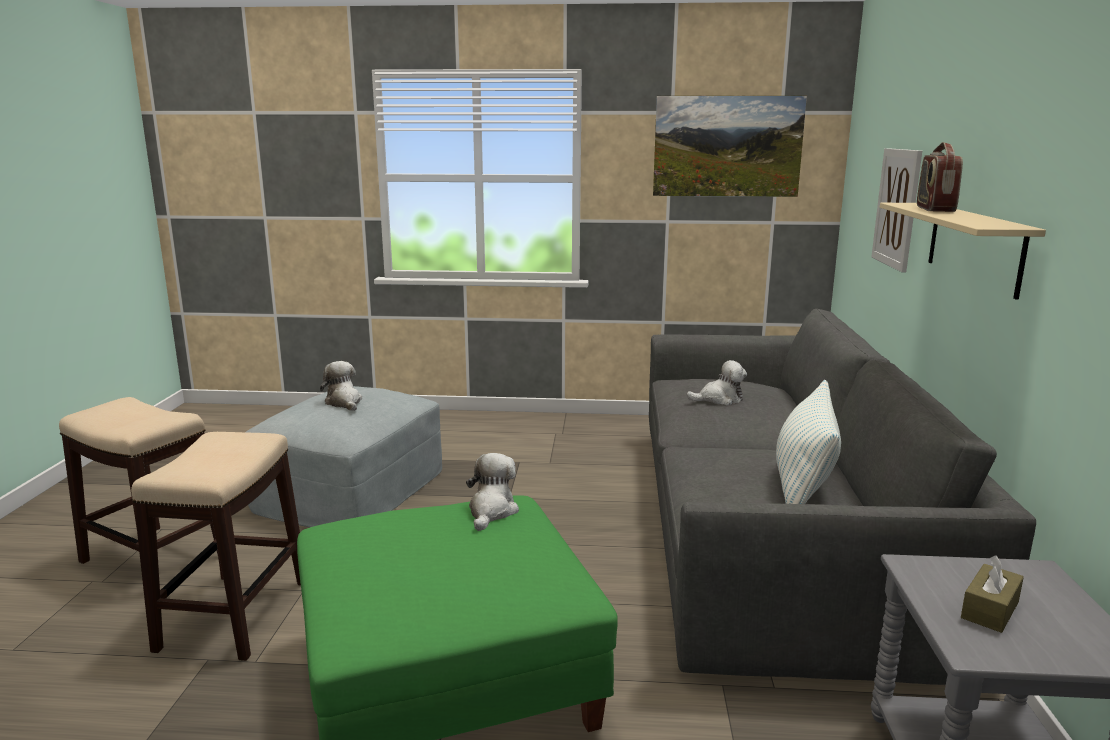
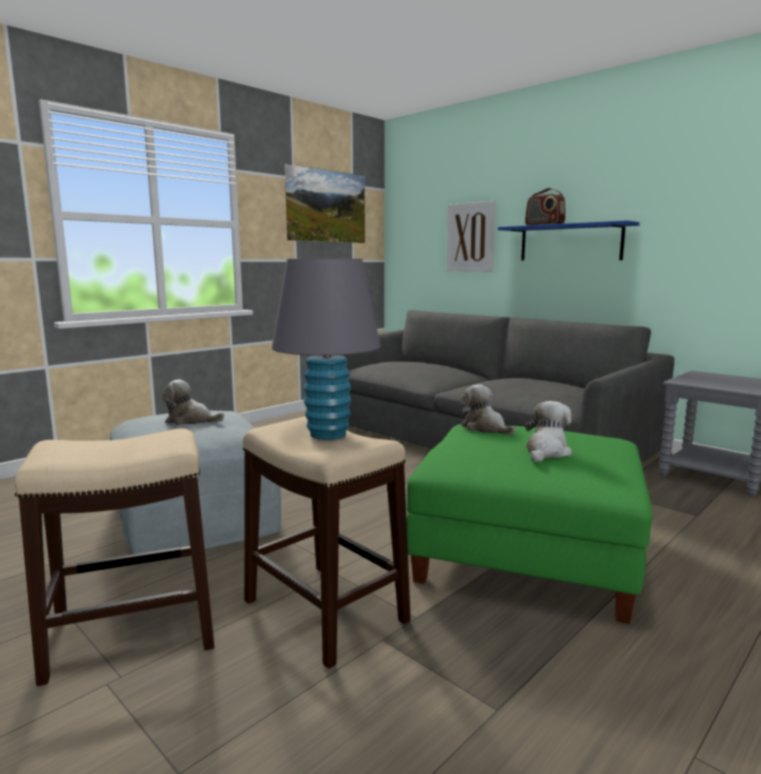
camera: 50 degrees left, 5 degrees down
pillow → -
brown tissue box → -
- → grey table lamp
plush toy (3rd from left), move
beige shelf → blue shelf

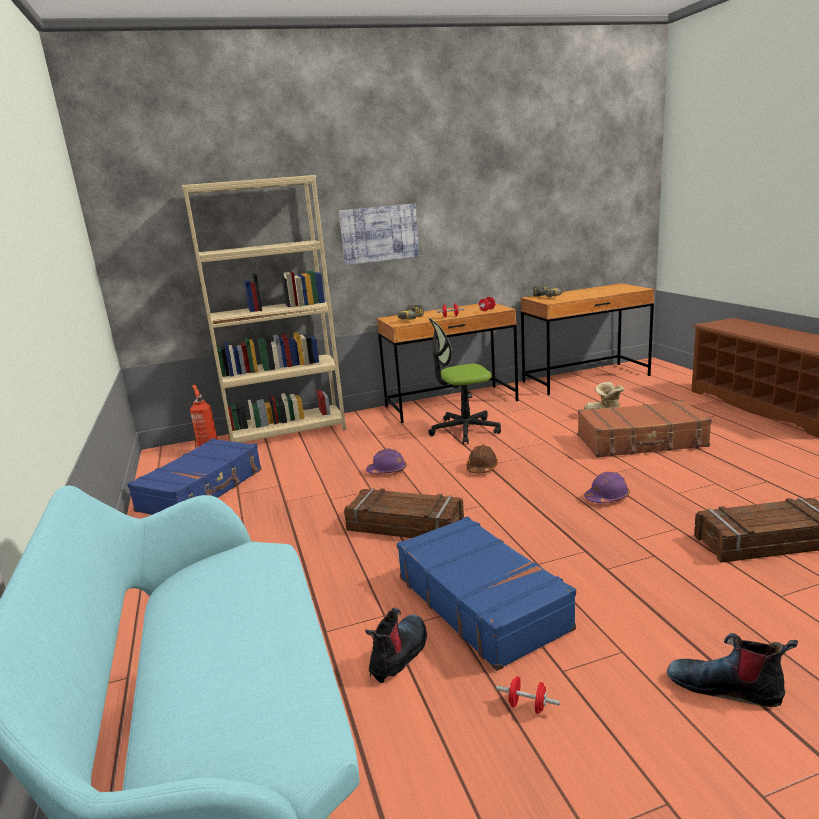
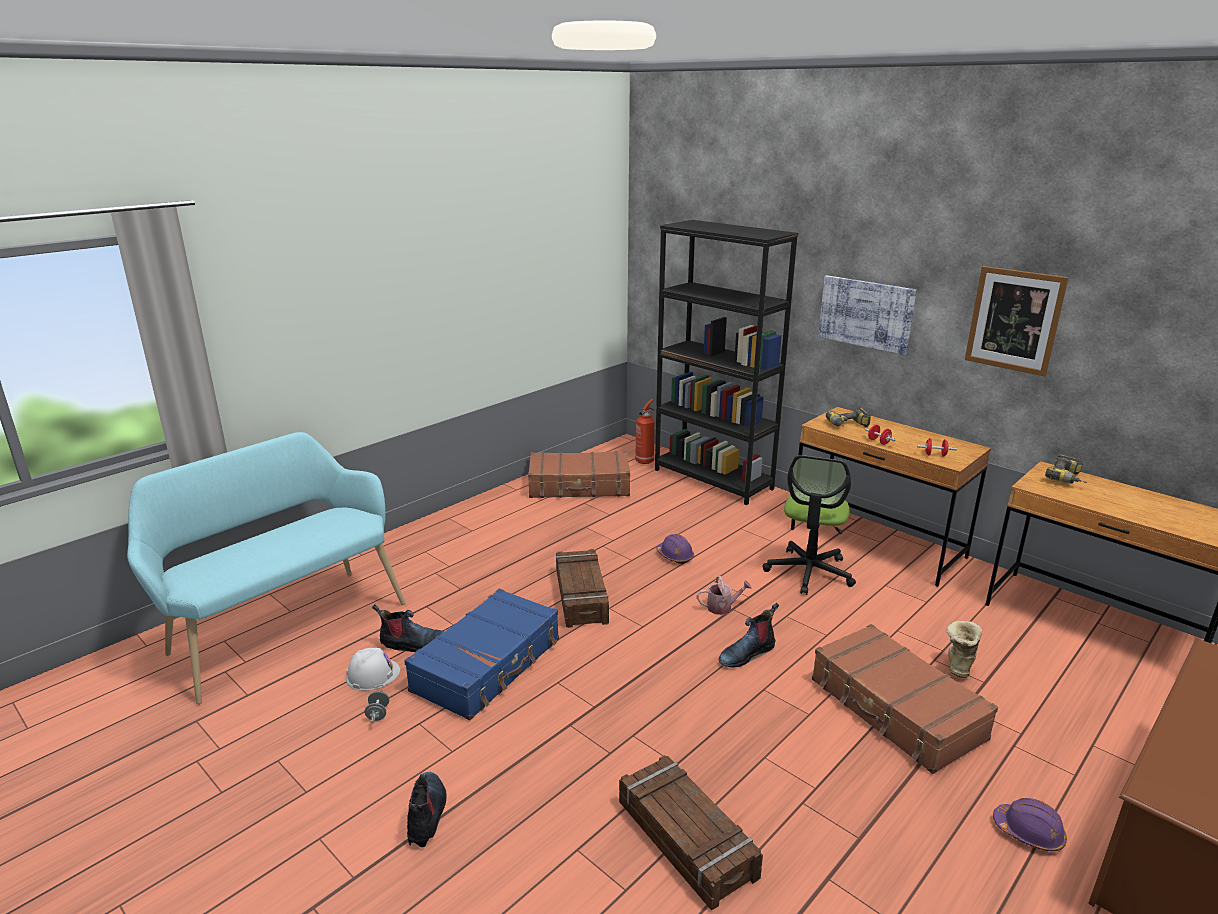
camera: 60 degrees right, 5 degrees up
- → white hard hat
- → boot (3rd from left)
- → picture (2nd from left)
purple hard hat (2nd from left), move
brown hard hat → watering can
blue suitcase (1st from left) → brown suitcase (1st from left)
beige bookcase → black bookcase
red dumbbell (3rd from left) → grey dumbbell
office chair, 120 degrees counterclockwise

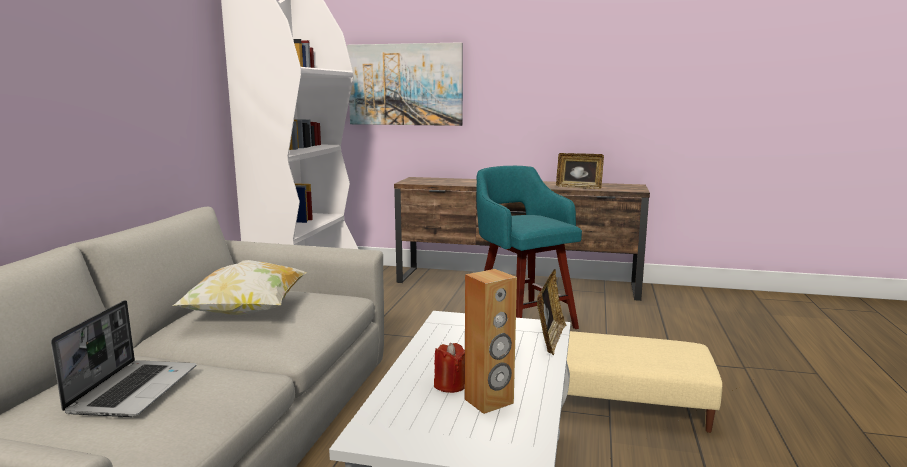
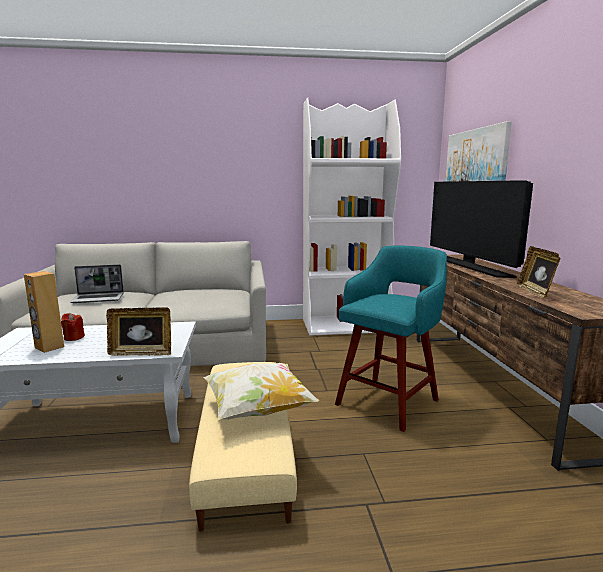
camera: 70 degrees right, 0 degrees up
- → television
pillow, move

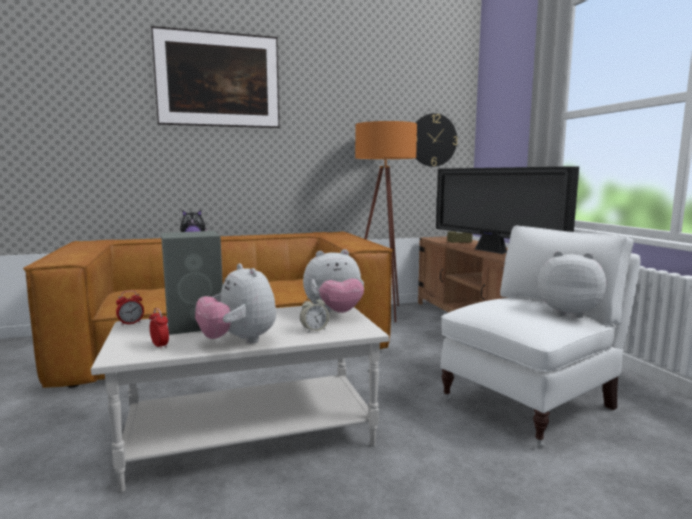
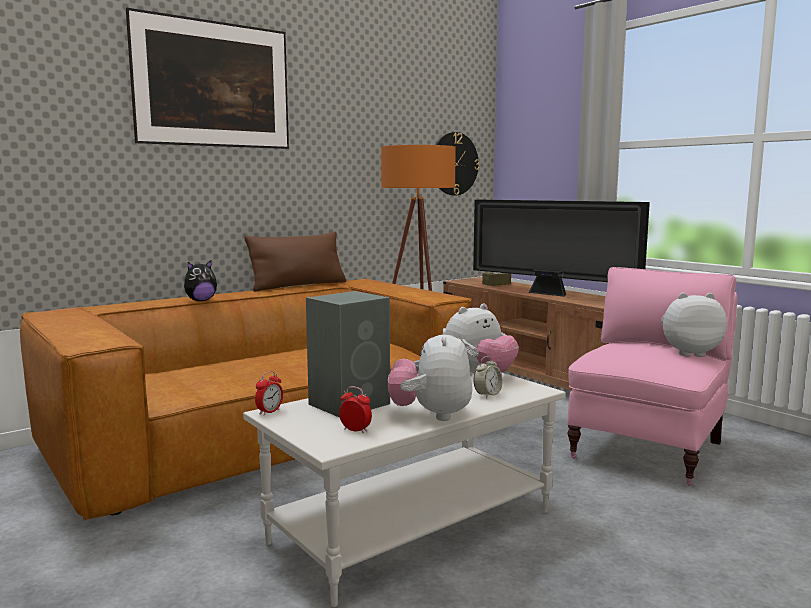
camera: 20 degrees left, 0 degrees up
- → brown pillow
white armchair → pink armchair
plush toy (2nd from left), 60 degrees clockwise

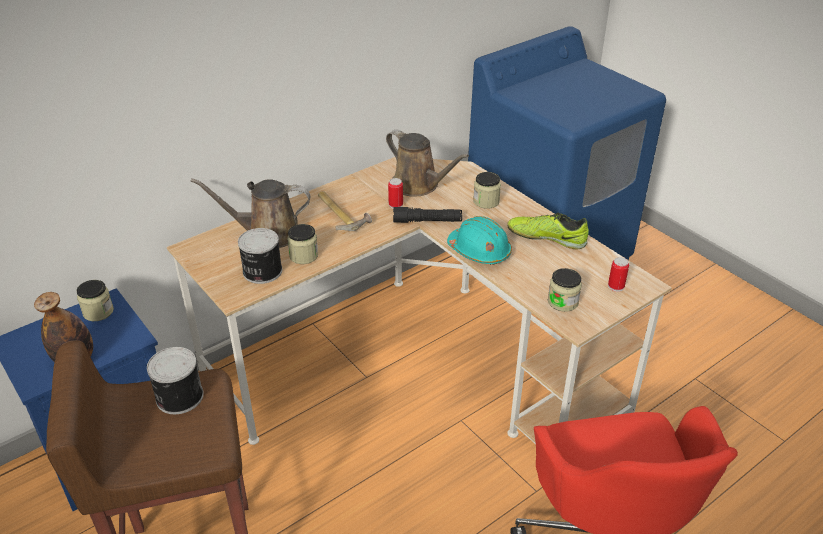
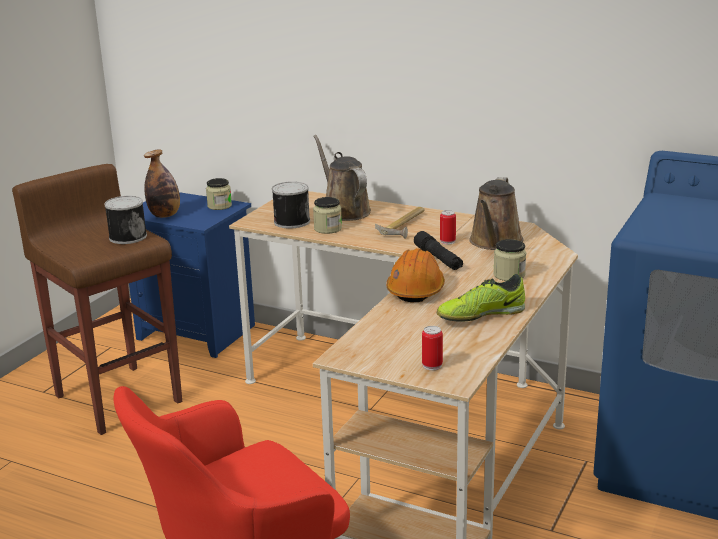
camera: 65 degrees right, 15 degrees down
jar (4th from left) → -
turquoise hard hat → orange hard hat
shoe, 105 degrees counterclockwise

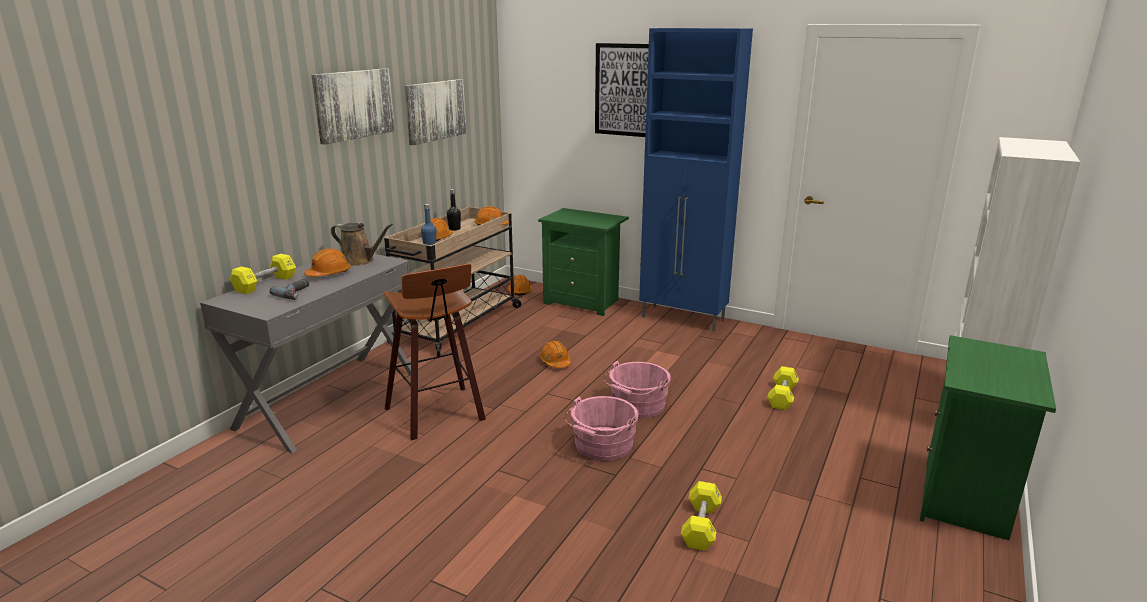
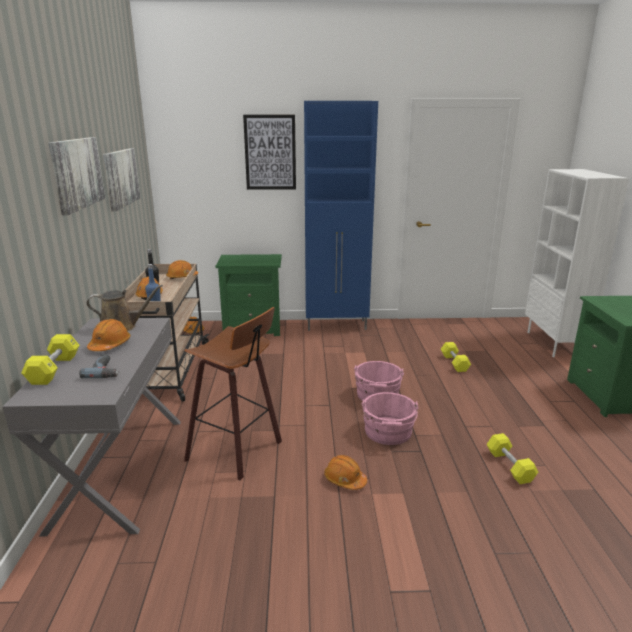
camera: 30 degrees left, 0 degrees up
orange hard hat (5th from left), move

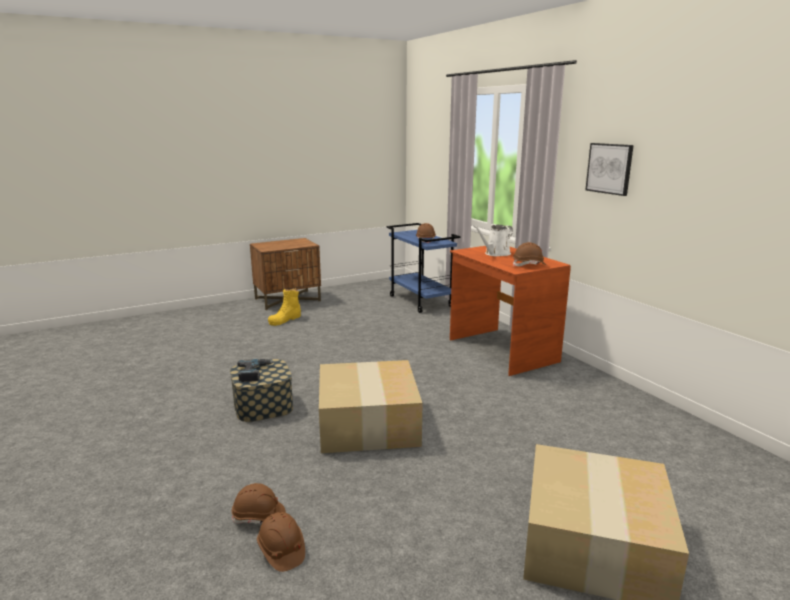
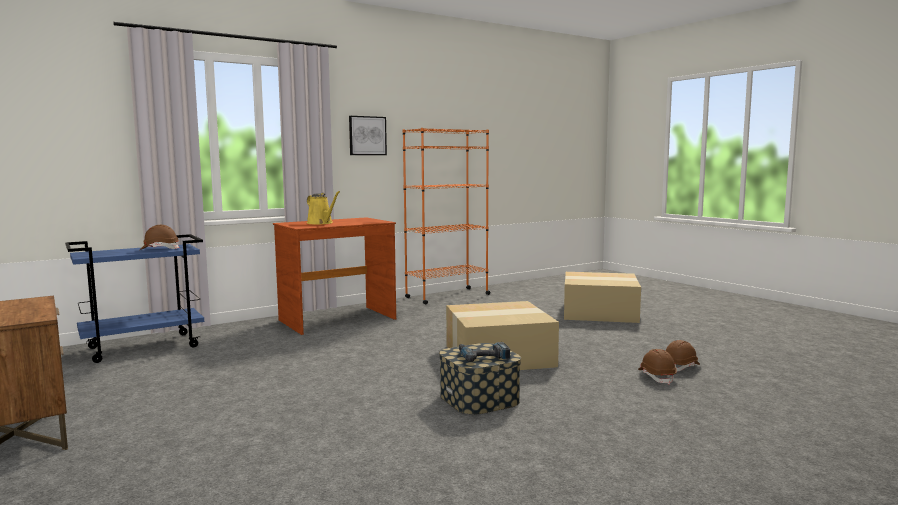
camera: 95 degrees left, 10 degrees down
yellow boot → -
brown hard hat (4th from left) → -
- → orange bookcase
white watering can → yellow watering can

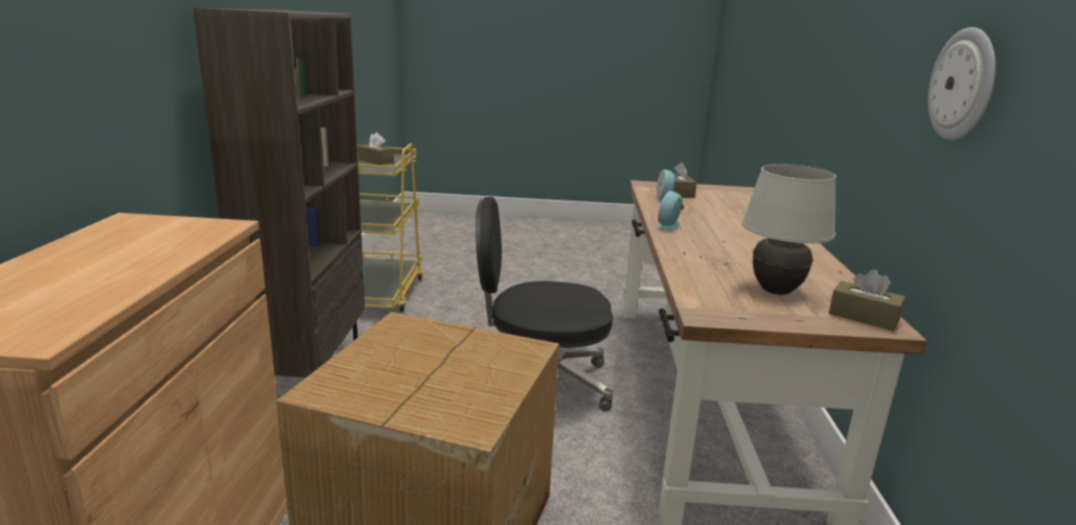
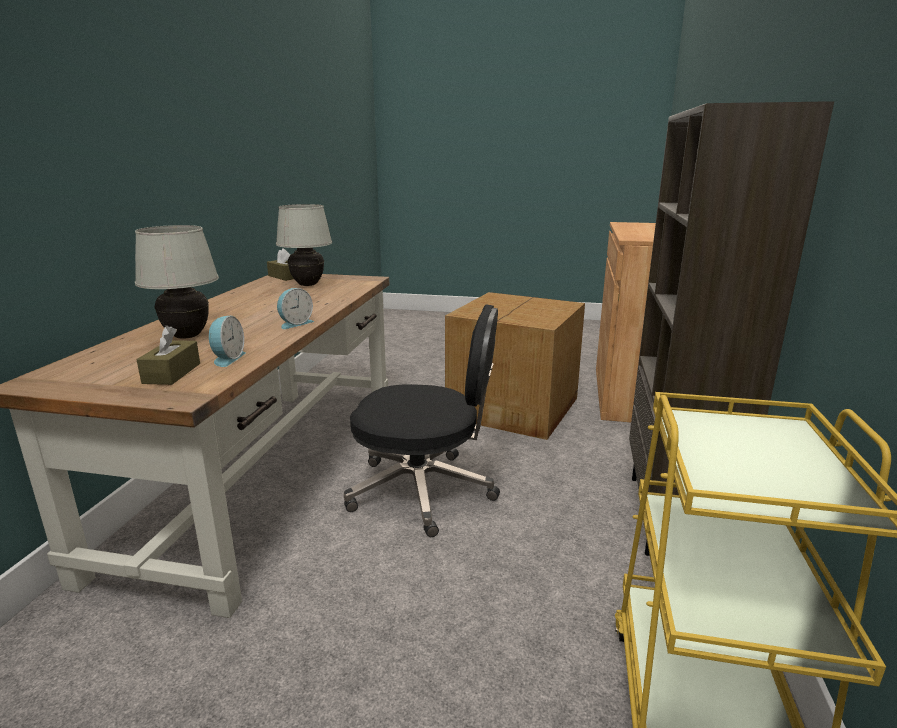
camera: 170 degrees left, 0 degrees up
brown tissue box (1st from left) → -
wall clock → -
- → white table lamp (1st from left)

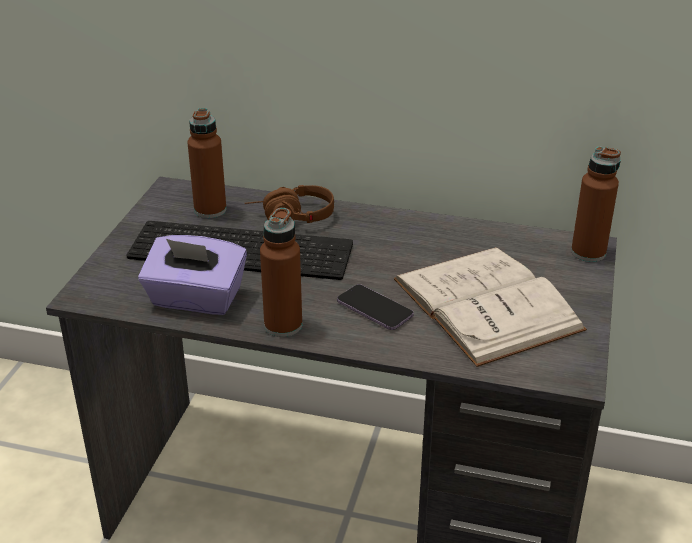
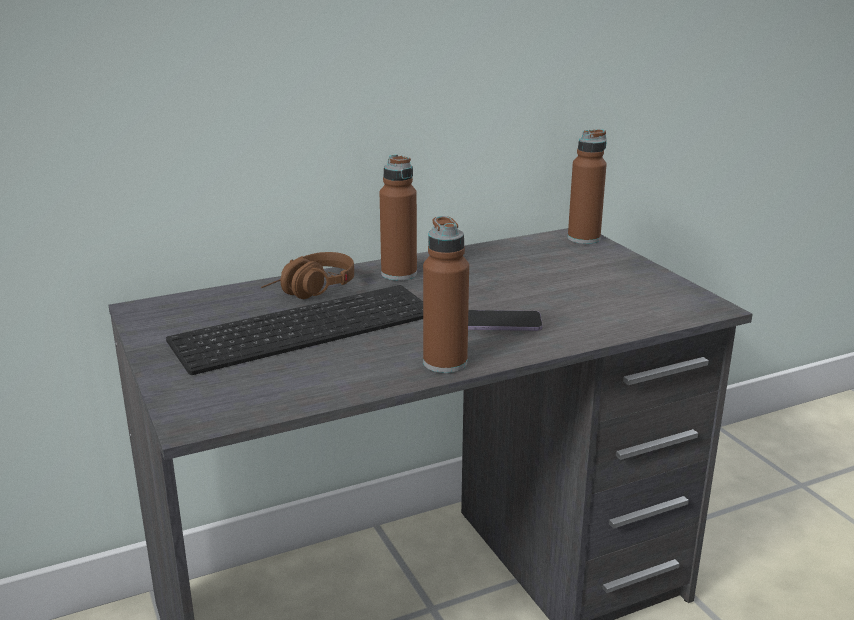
camera: 40 degrees left, 10 degrees down
purple tissue box → -
white book → -
brown bottle (1st from left), move

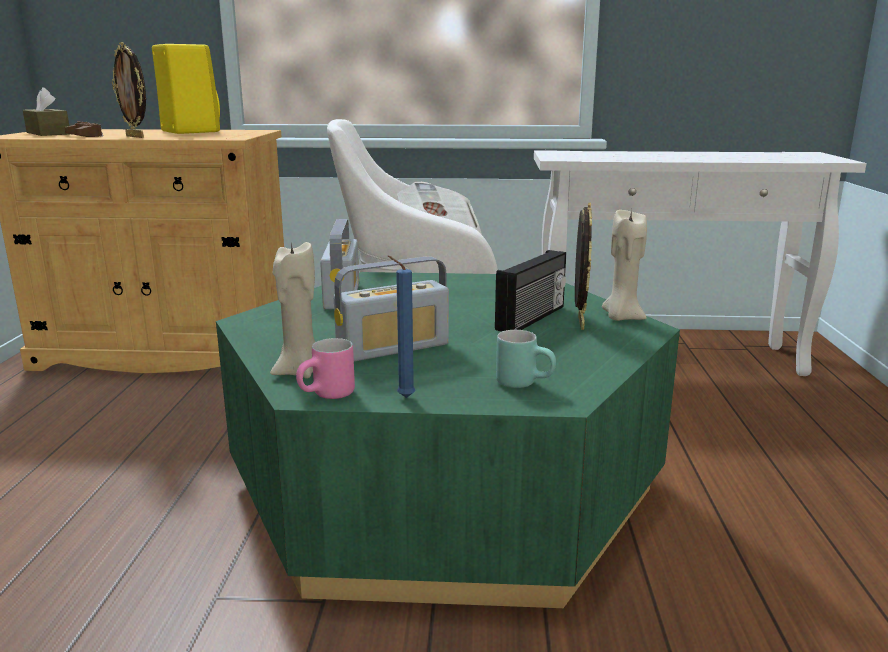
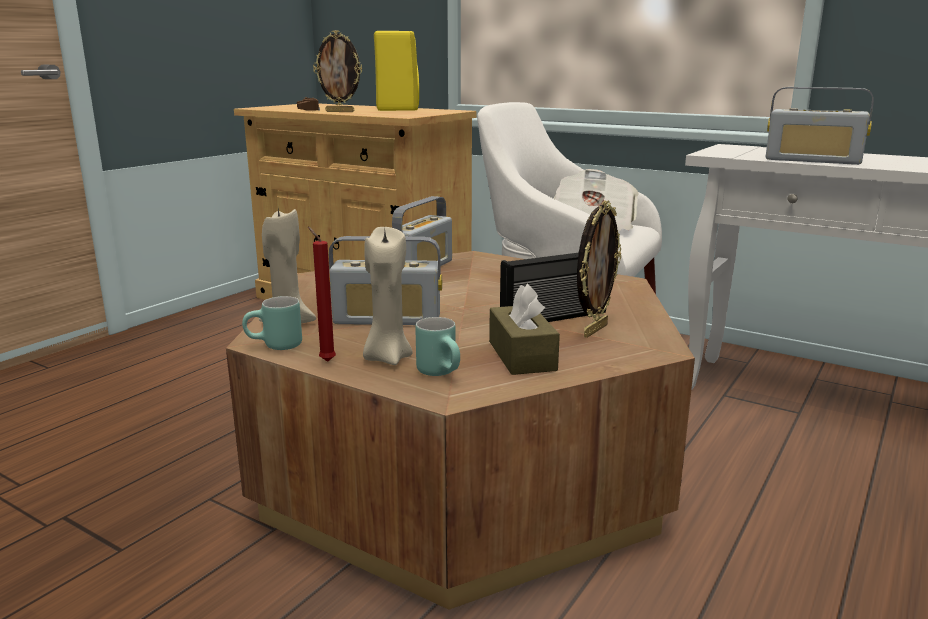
camera: 30 degrees right, 0 degrees up
- → radio (4th from left)
brown tissue box, move
beige candle (2nd from left), move
green coffee table → brown coffee table
pink mug → turquoise mug (1st from left)
blue candle → red candle
picture frame (1st from left), 60 degrees counterclockwise

